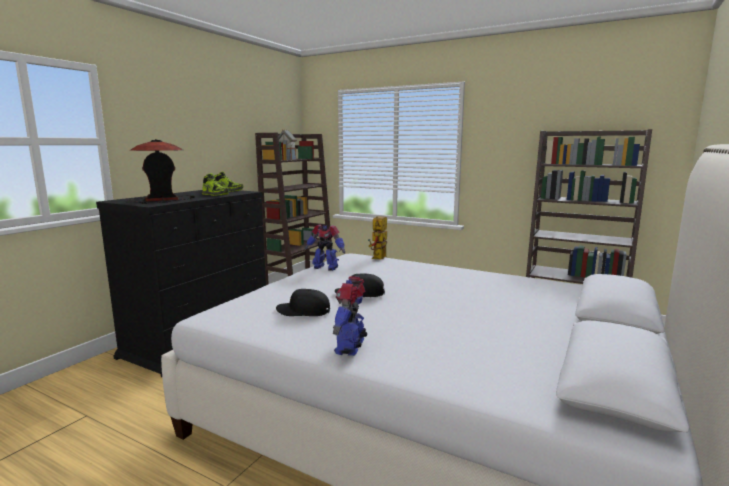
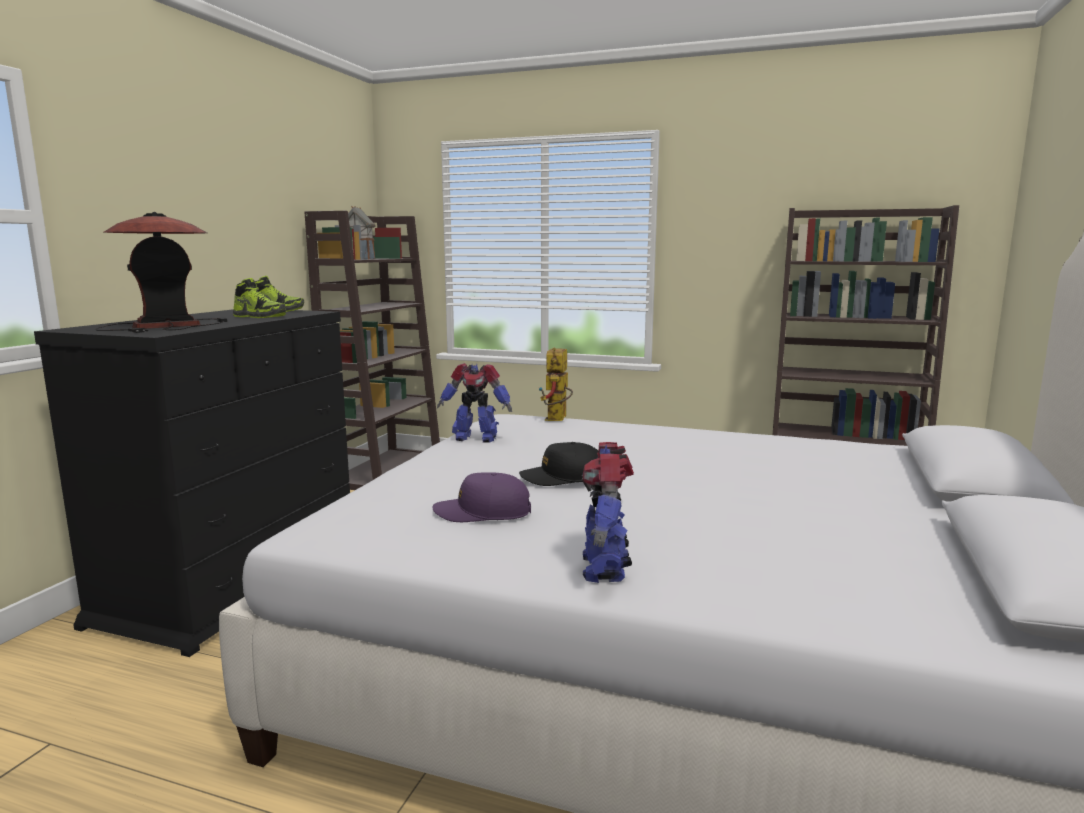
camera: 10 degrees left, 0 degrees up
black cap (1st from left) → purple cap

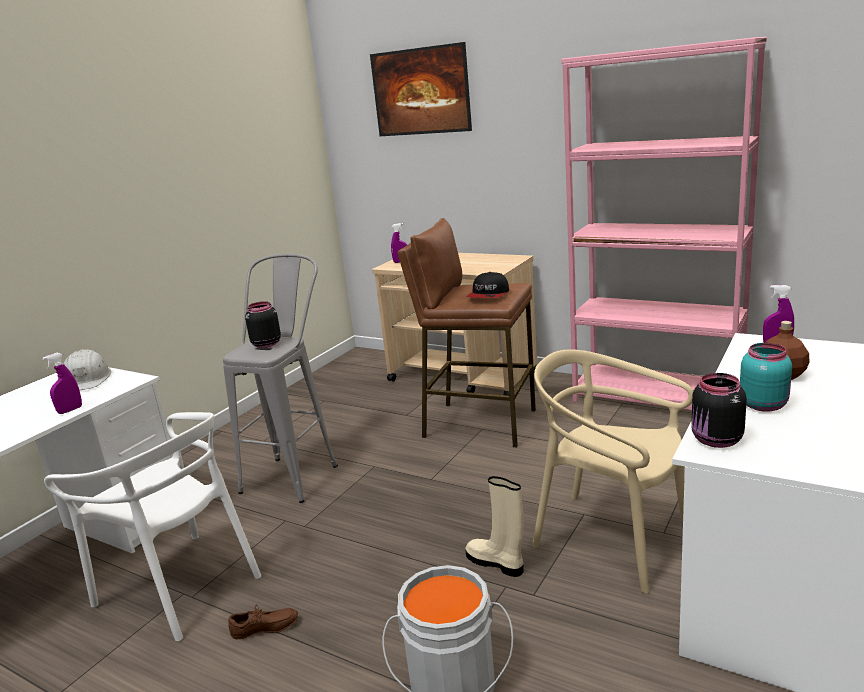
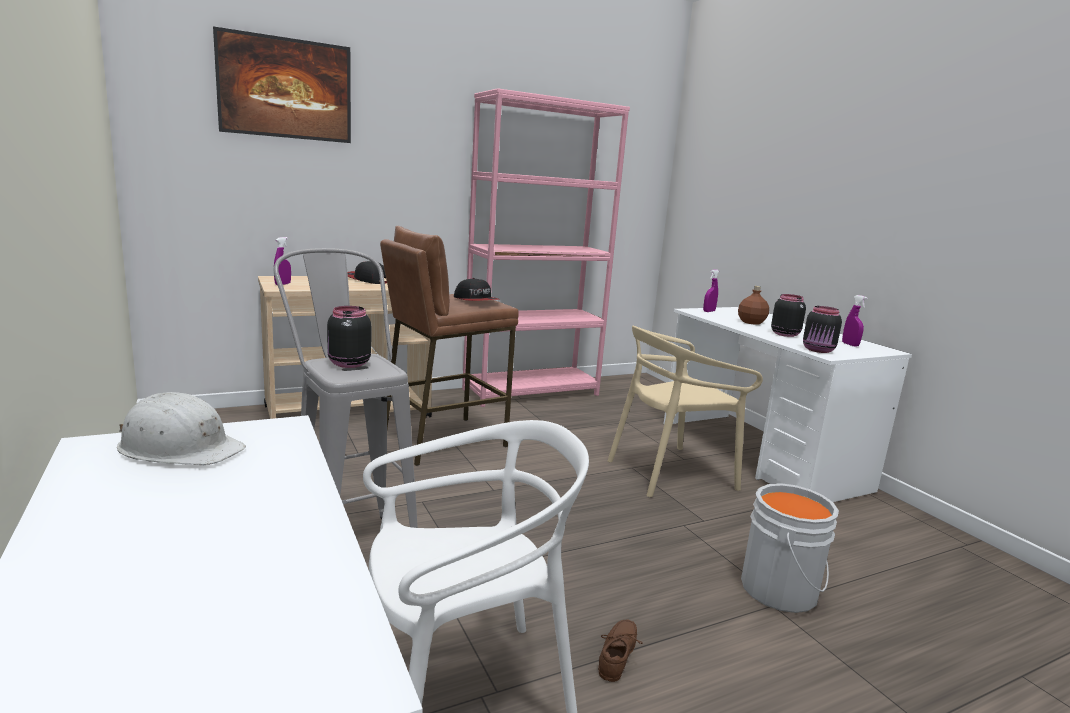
camera: 60 degrees left, 5 degrees down
beige boot → -
- → cap (1st from left)
purple spray bottle (1st from left in the first image) → purple spray bottle (3rd from left), move
turquoise jar → black jar (2nd from left)

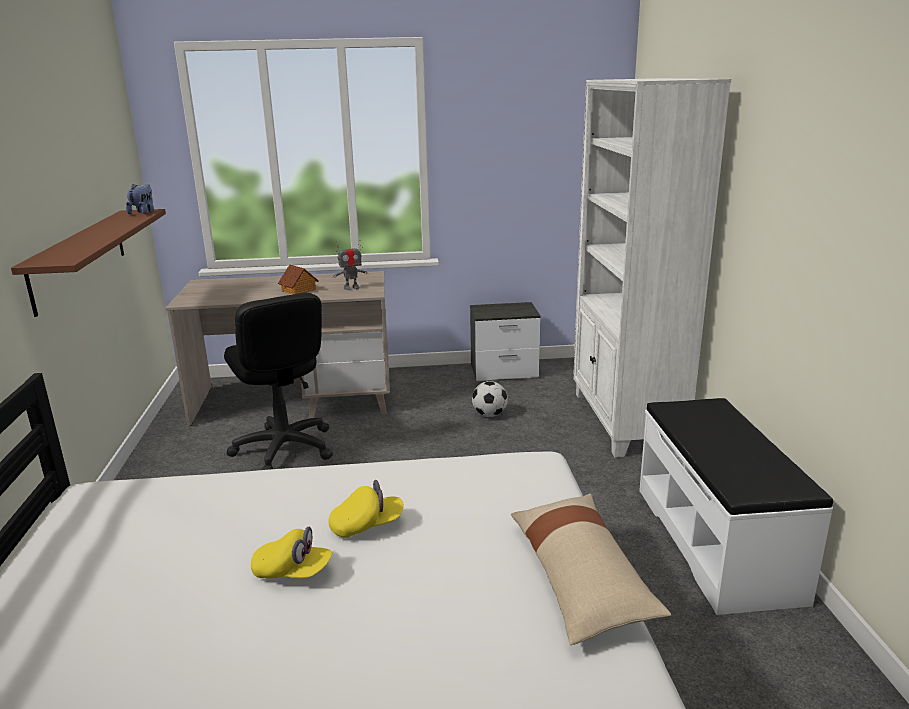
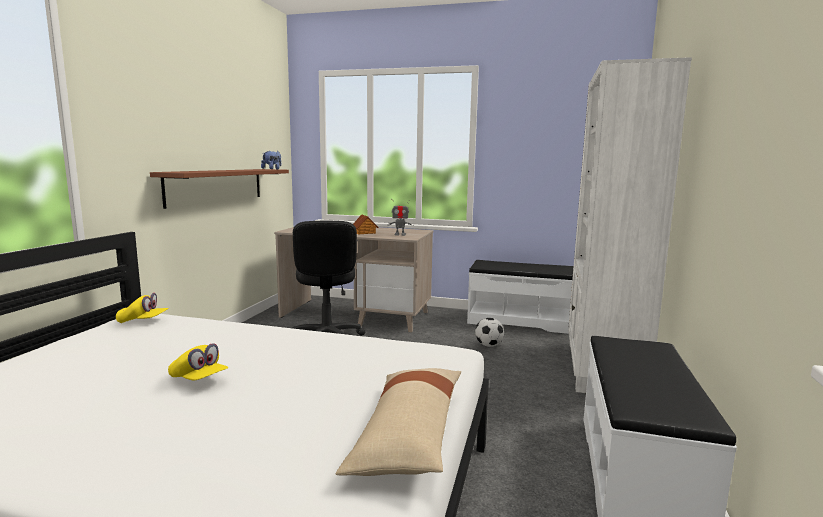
camera: 20 degrees right, 10 degrees down
yellow cap (2nd from left in the first image) → yellow cap (1st from left), move
nightstand → white bench (1st from left)

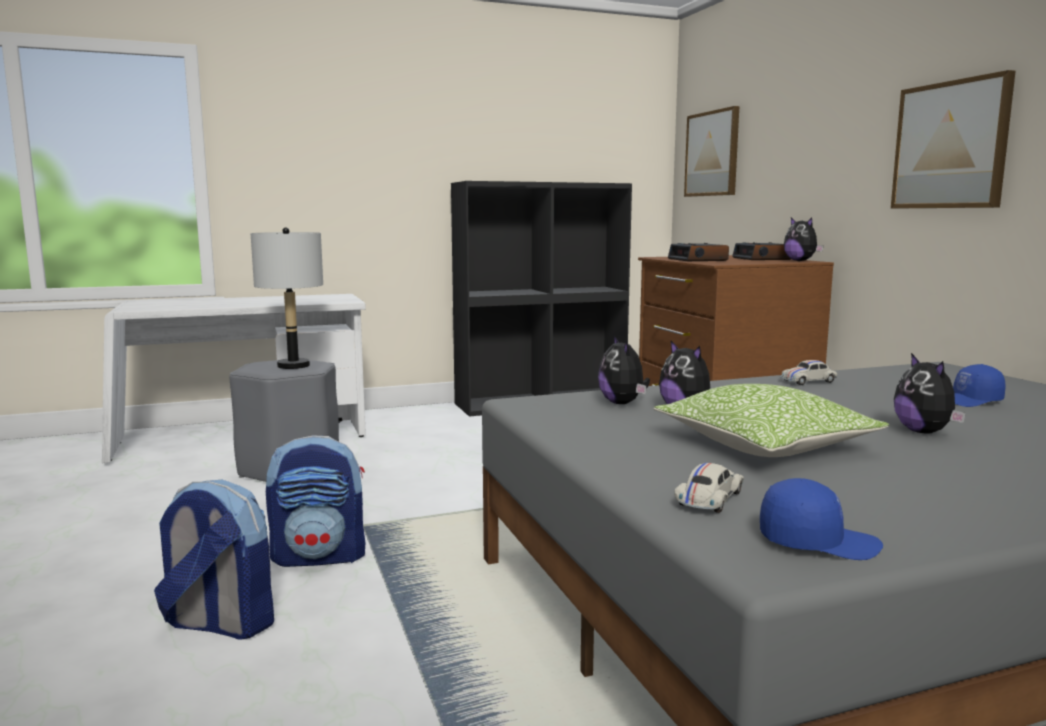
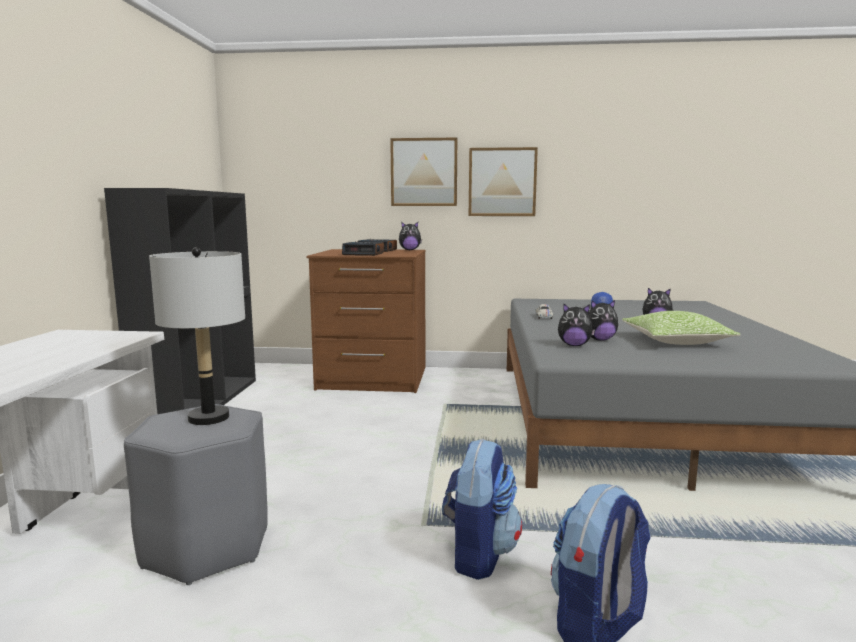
camera: 65 degrees left, 0 degrees up
white toy car (1st from left) → -
blue cap (1st from left) → -
picture (1st from left), move

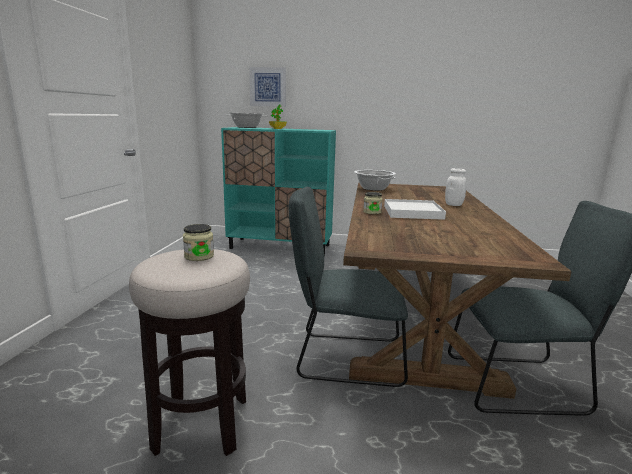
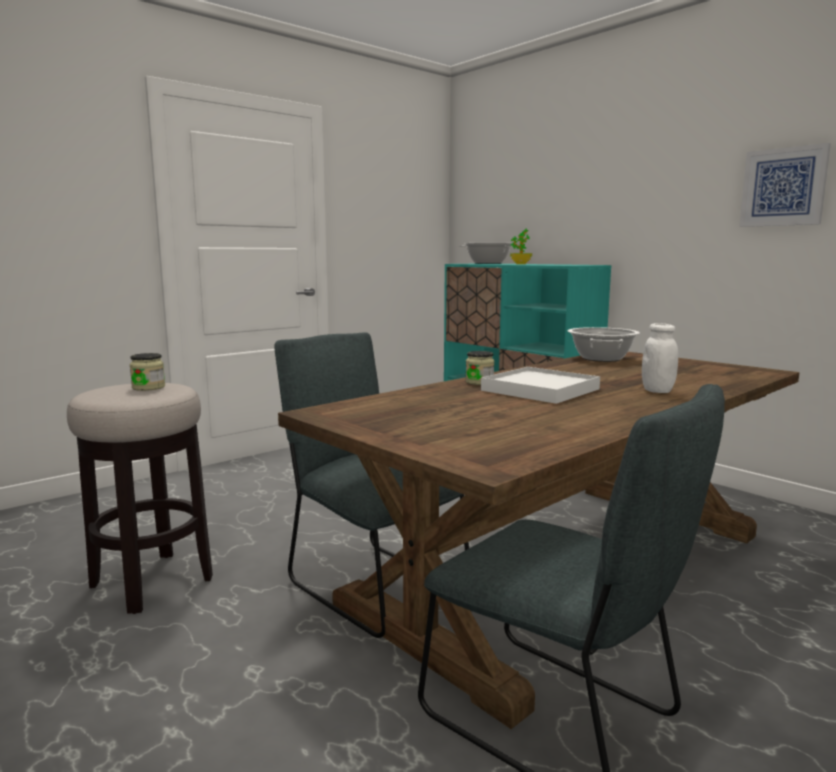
camera: 40 degrees right, 5 degrees down
picture, move

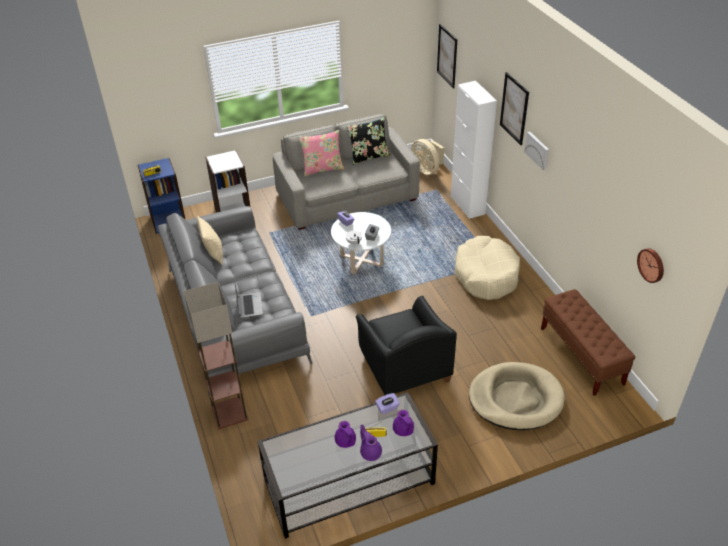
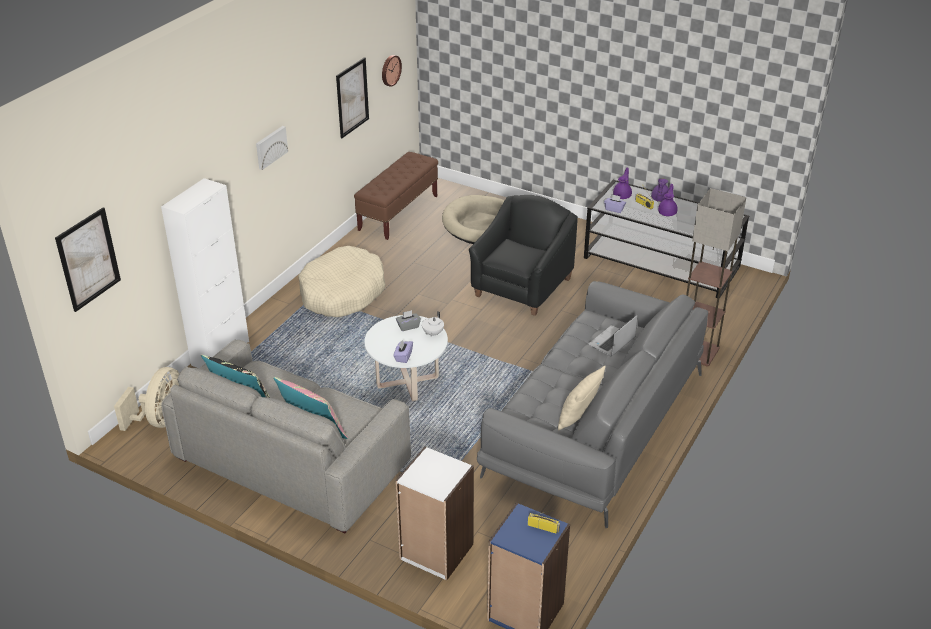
camera: 130 degrees left, 5 degrees down
picture (2nd from left in the first image) → picture (3rd from left), move

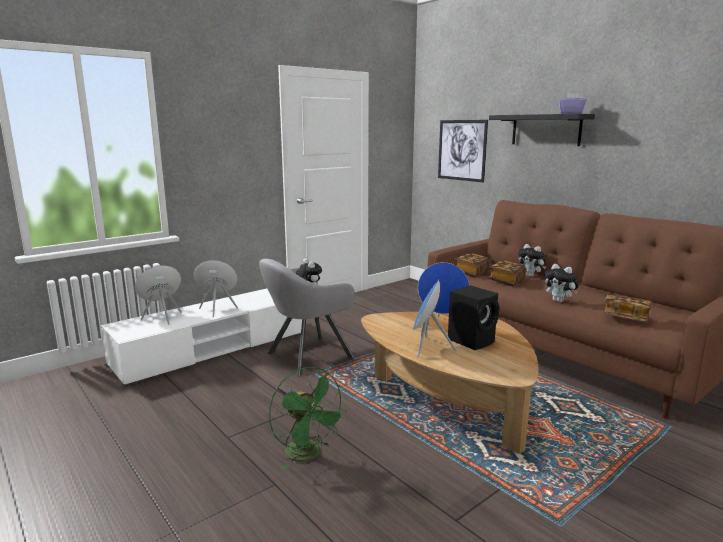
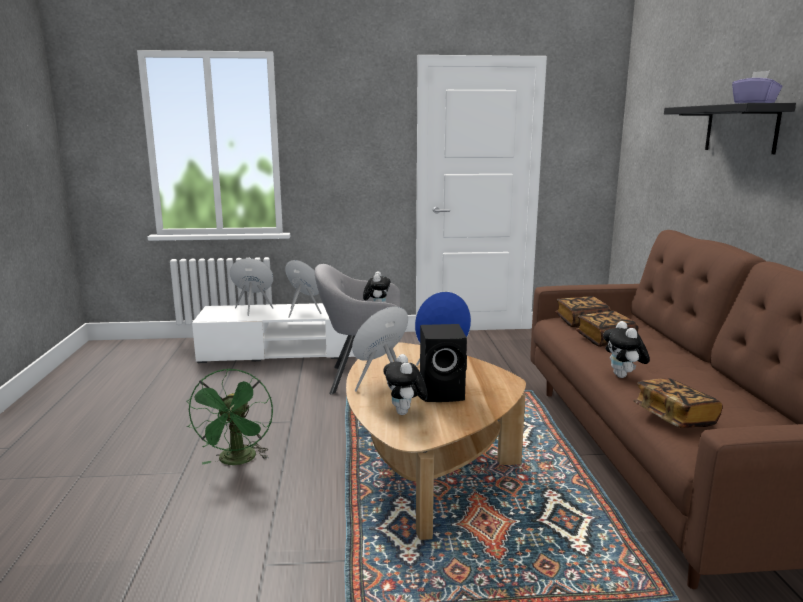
camera: 35 degrees right, 0 degrees up
picture → -
plush toy (2nd from left), move

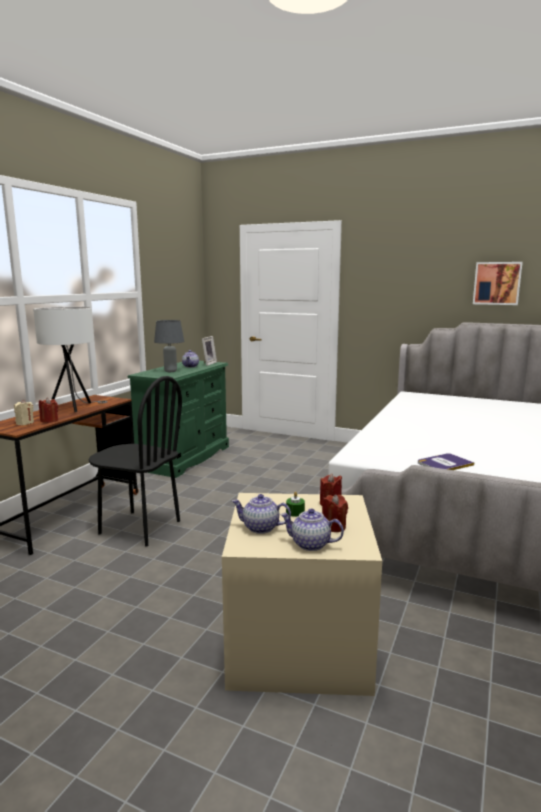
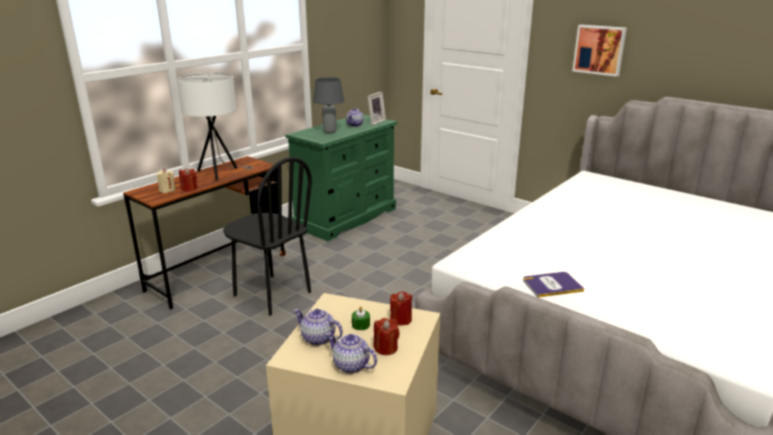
camera: 15 degrees right, 10 degrees up
picture, move

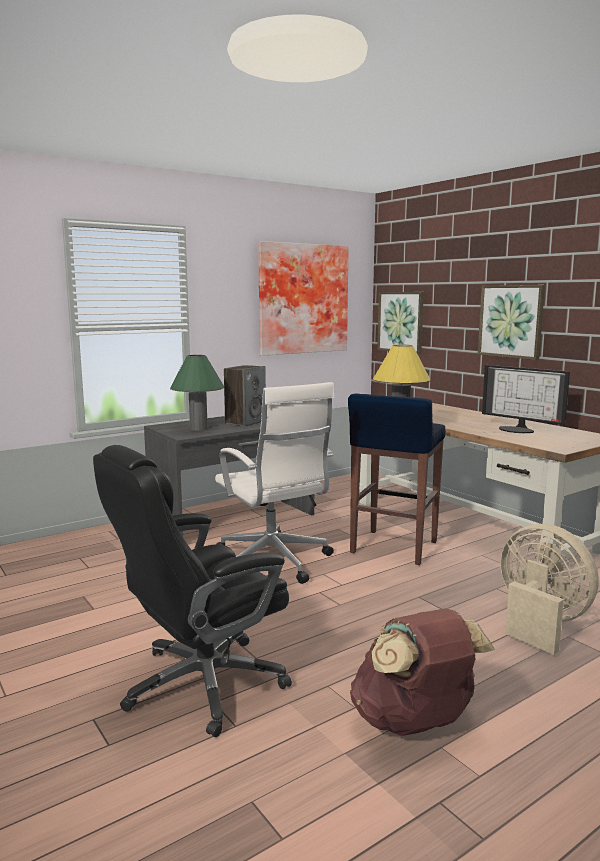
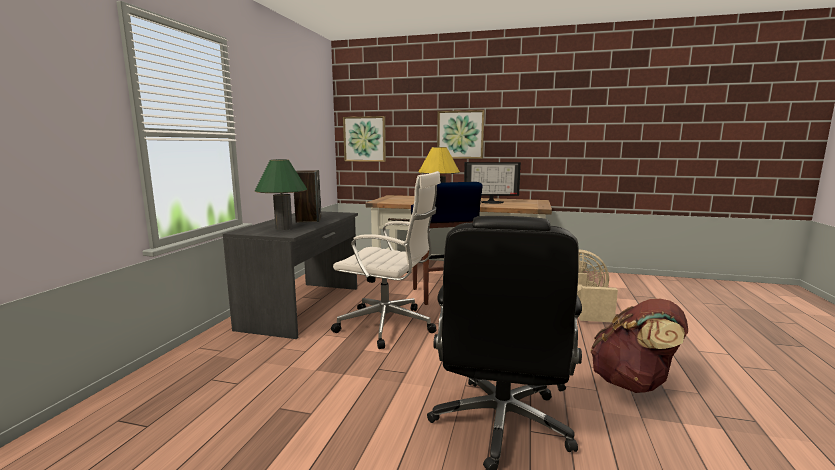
camera: 40 degrees left, 0 degrees up
picture (1st from left) → -

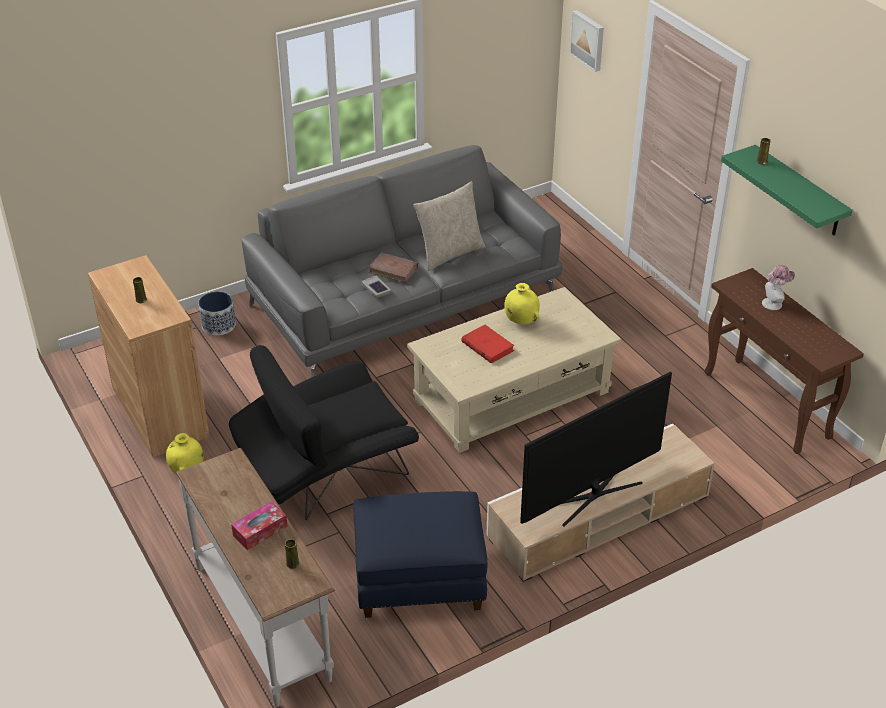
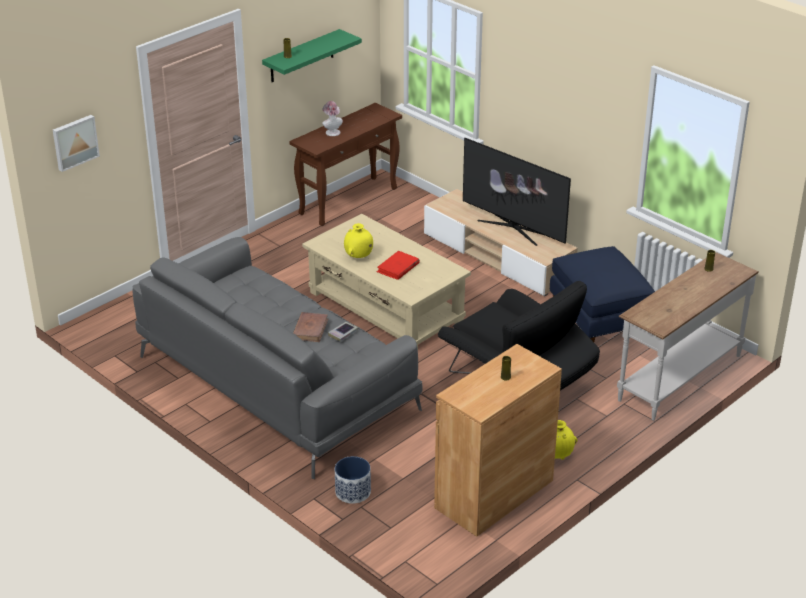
camera: 105 degrees left, 5 degrees down
tissue box → -
beige pillow → -

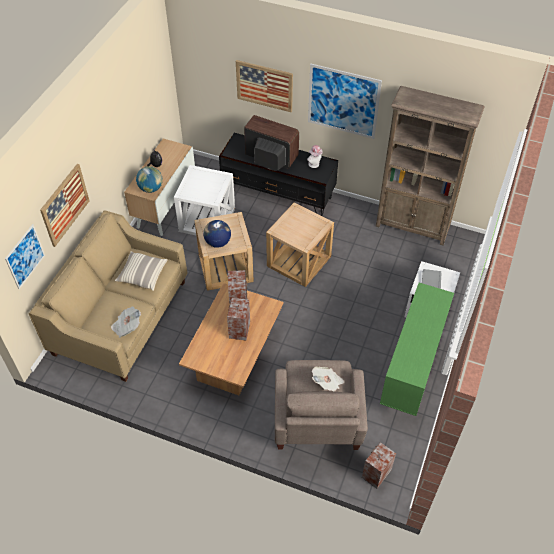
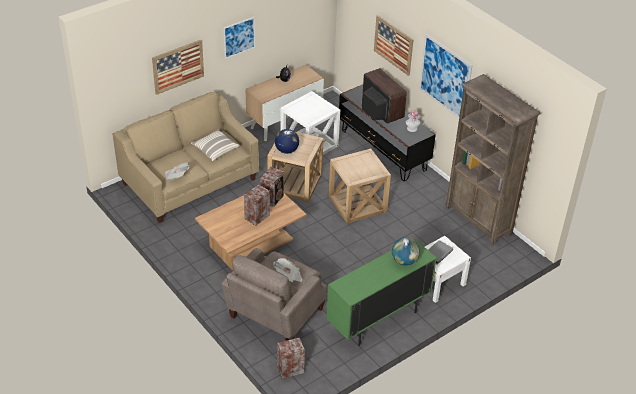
camera: 30 degrees right, 10 degrees down
picture (1st from left in the first image) → picture (2nd from left), move
globe (1st from left in the first image) → globe (2nd from left), move

